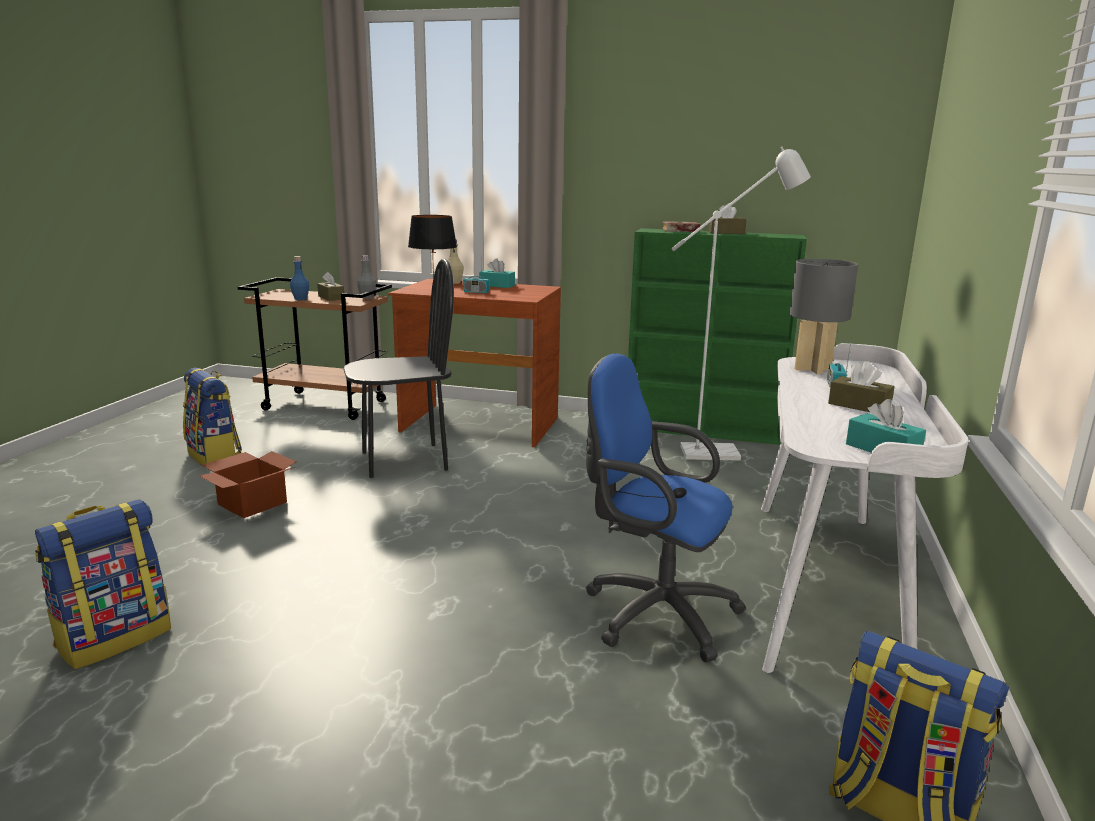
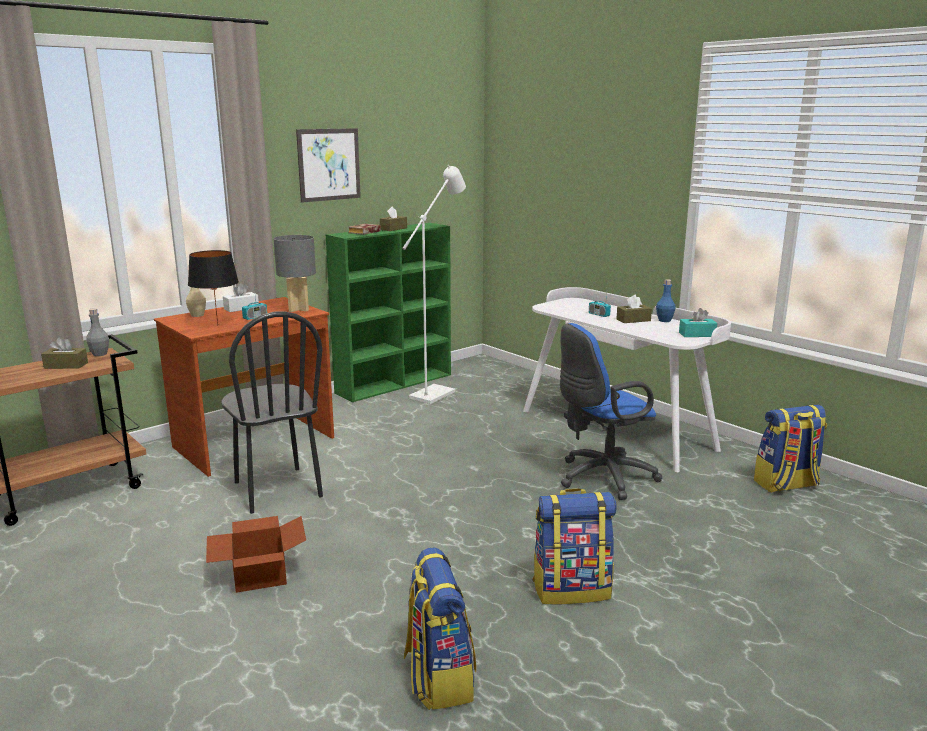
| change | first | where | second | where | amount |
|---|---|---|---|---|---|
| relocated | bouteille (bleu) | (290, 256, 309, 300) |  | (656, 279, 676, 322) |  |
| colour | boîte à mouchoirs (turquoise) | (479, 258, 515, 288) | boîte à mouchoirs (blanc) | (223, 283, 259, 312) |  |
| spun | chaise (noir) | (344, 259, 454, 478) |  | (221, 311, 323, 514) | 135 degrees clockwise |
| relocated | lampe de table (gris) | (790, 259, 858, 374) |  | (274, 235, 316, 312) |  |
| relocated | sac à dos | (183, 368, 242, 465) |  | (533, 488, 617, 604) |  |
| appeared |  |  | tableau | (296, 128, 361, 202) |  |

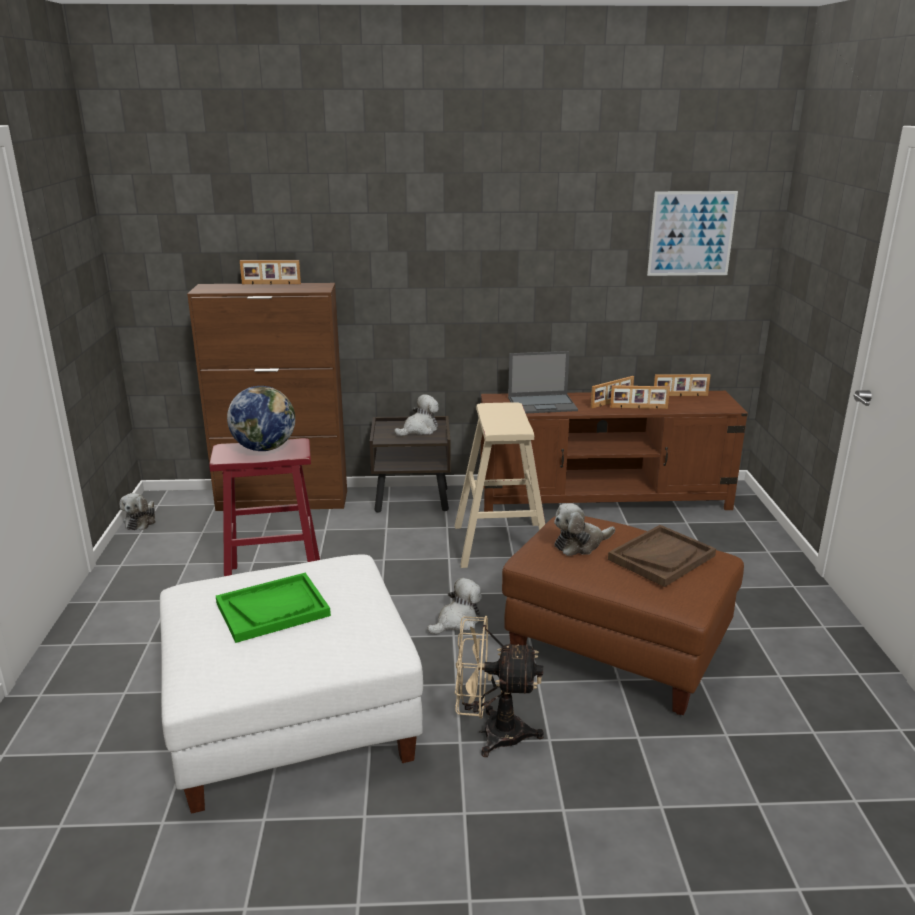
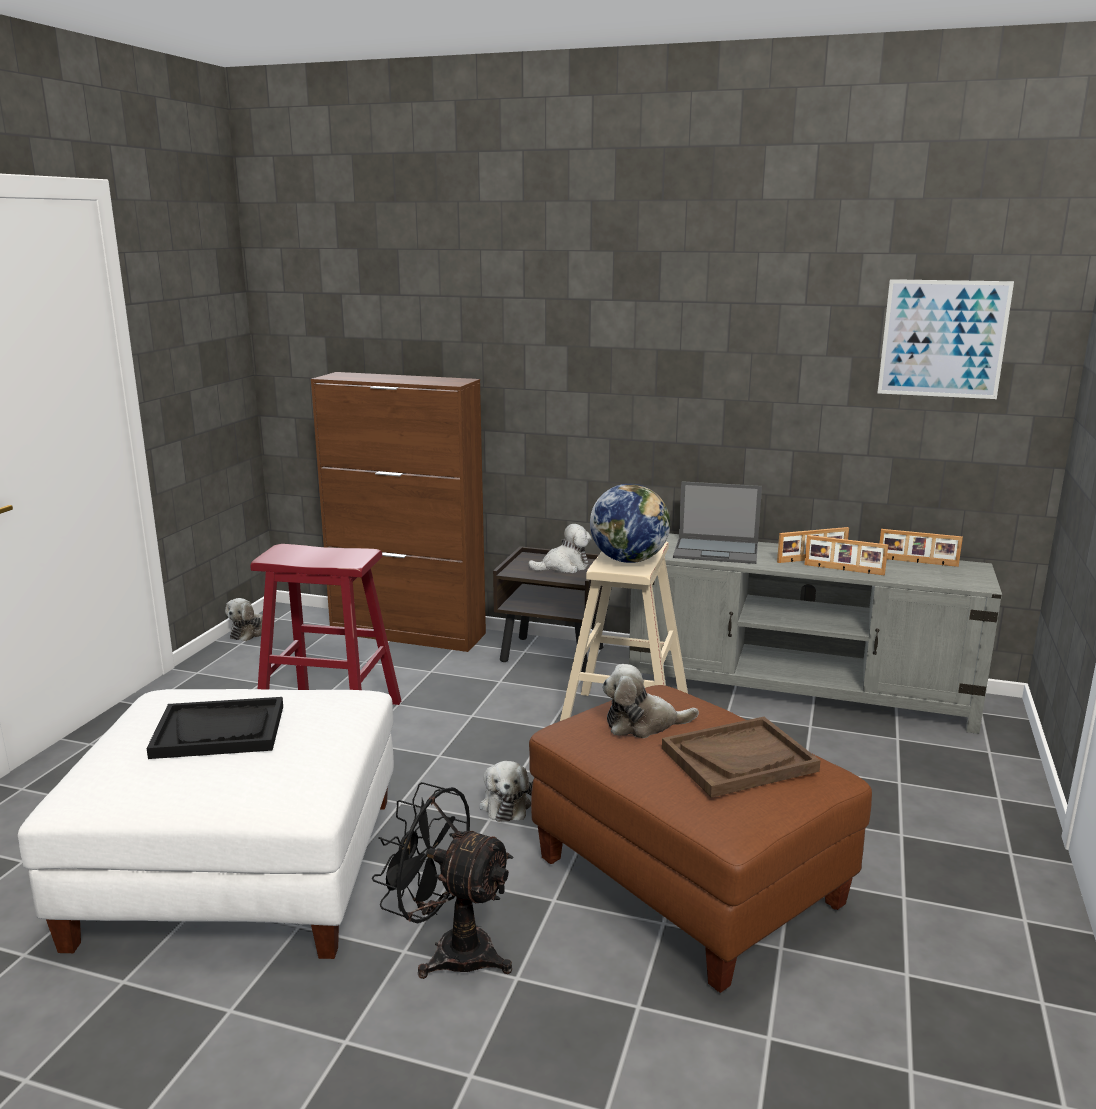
| change | first | where | second | where | amount |
|---|---|---|---|---|---|
| missing | cadre photo | (240, 260, 301, 284) |  |  |  |
| relocated | globe | (227, 386, 295, 451) |  | (590, 484, 670, 563) |  |
| colour | meuble télé (marron) | (480, 391, 748, 512) | meuble télé (gris) | (629, 533, 1002, 734) |  |
| colour | plateau (vert) | (216, 573, 331, 643) | plateau (noir) | (146, 697, 283, 759) |  |
| spun | peluche | (427, 578, 482, 634) |  | (479, 761, 533, 822) | 105 degrees clockwise |
| colour | ventilateur (beige) | (455, 616, 544, 757) | ventilateur (noir) | (372, 782, 514, 979) |  |

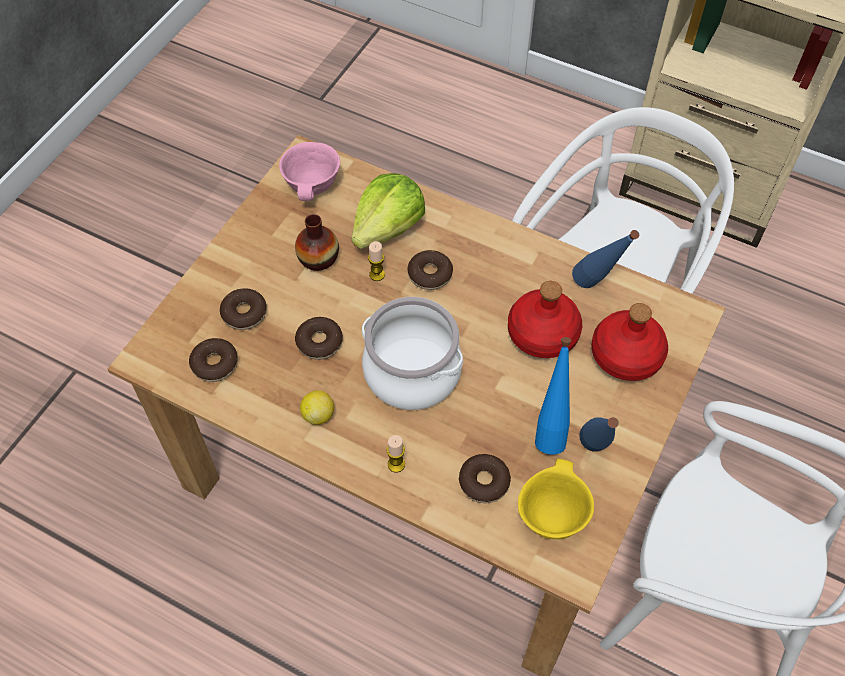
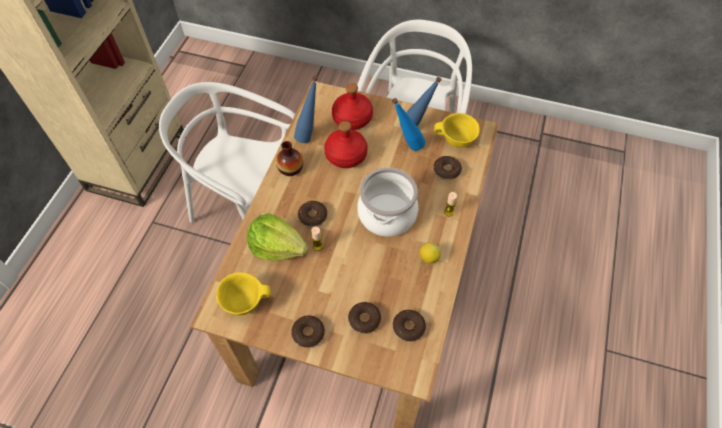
| change | first | where | second | where | amount |
|---|---|---|---|---|---|
| colour | bol (rose) | (279, 142, 340, 201) | bol (jaune) | (216, 272, 271, 316) |  |
| relocated | vase | (295, 214, 339, 271) |  | (276, 141, 303, 176) |  |
| relocated | beignet | (295, 317, 343, 360) |  | (291, 315, 325, 348) |  |

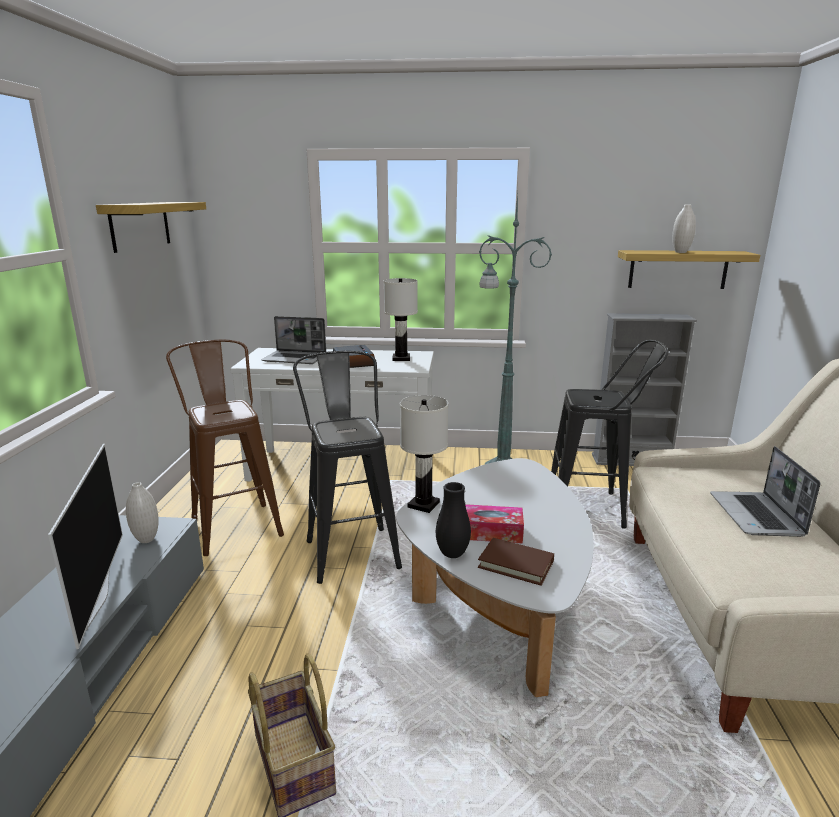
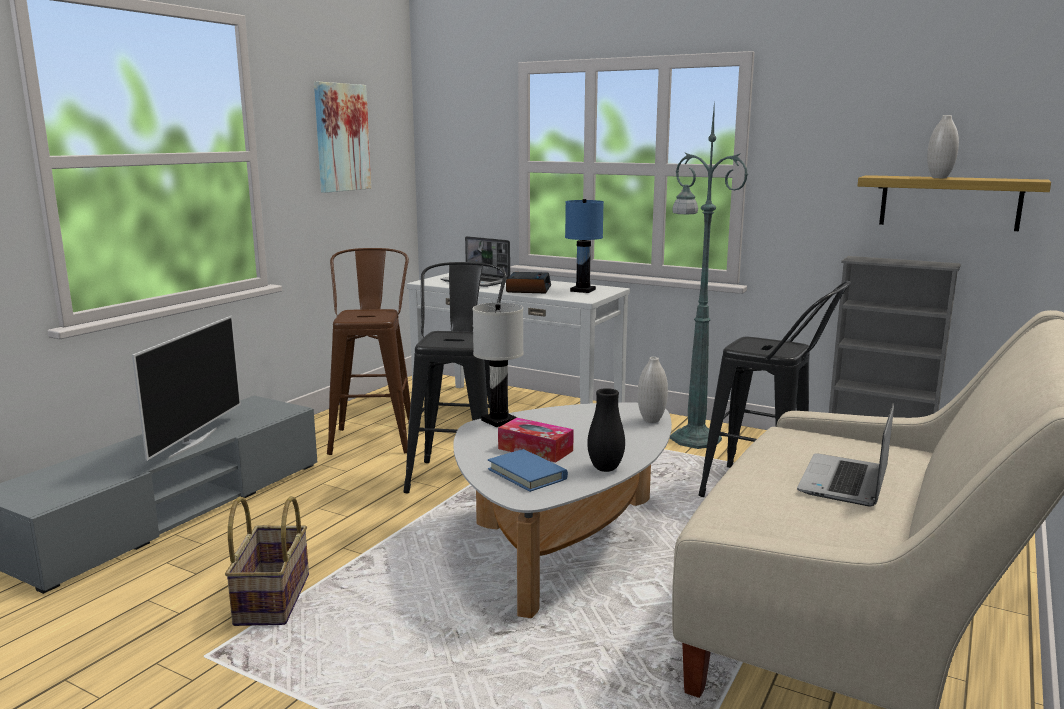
| change | first | where | second | where | amount |
|---|---|---|---|---|---|
| exchanged | étagère | (96, 202, 206, 253) | tableau | (314, 82, 371, 193) |  |
| colour | lampe de table (blanc) | (384, 278, 418, 361) | lampe de table (bleu) | (565, 199, 604, 293) |  |
| relocated | vase (blanc) | (126, 482, 159, 543) |  | (638, 357, 668, 423) |  |
| relocated | vase (noir) | (436, 482, 471, 558) |  | (587, 388, 625, 472) |  |
| colour | livre (marron) | (478, 538, 554, 586) | livre (bleu) | (488, 449, 568, 492) |  |

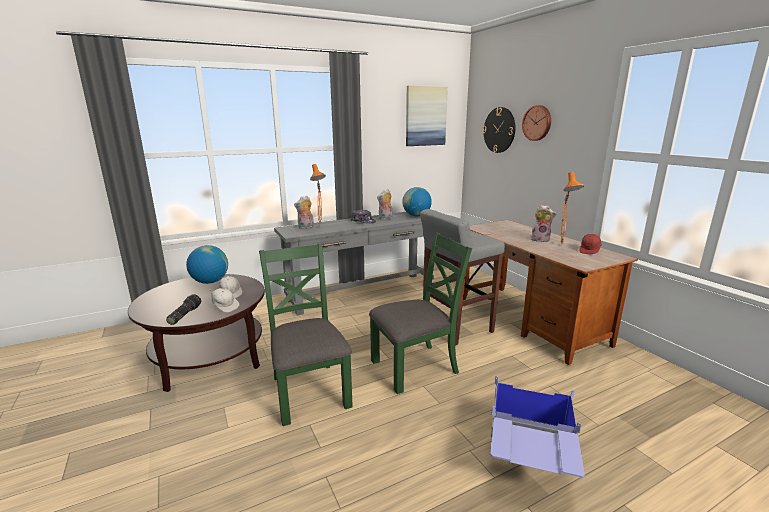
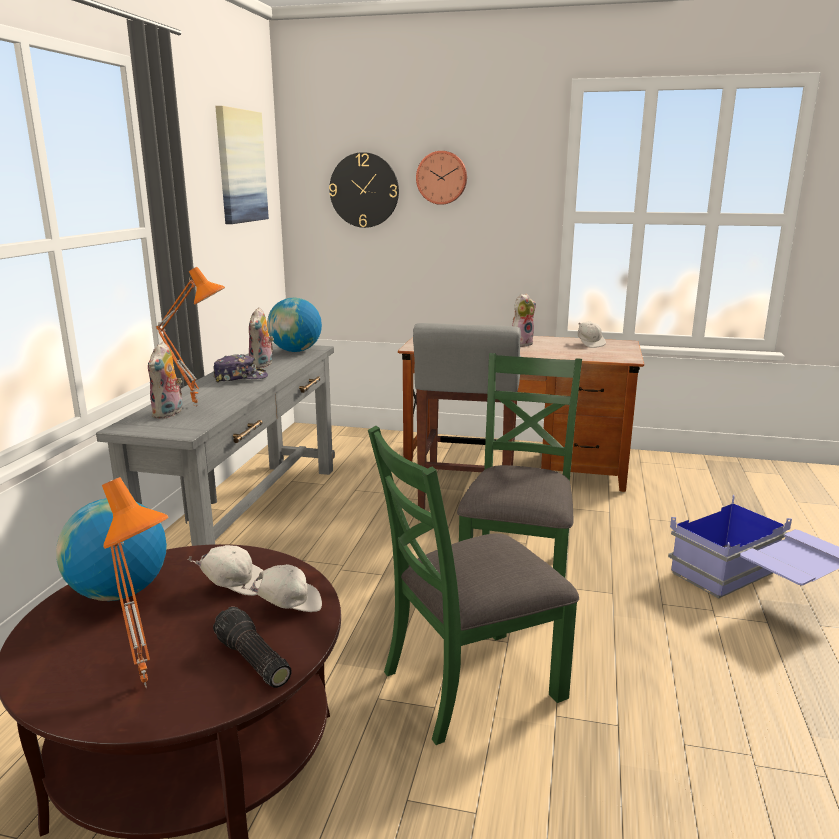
| change | first | where | second | where | amount |
|---|---|---|---|---|---|
| relocated | lampe de table (orange) | (561, 172, 584, 244) |  | (102, 477, 169, 688) |  |
| colour | casquette (rouge) | (580, 234, 602, 254) | casquette (blanc) | (578, 321, 606, 348) |  |
| spun | chaise (vert) | (259, 243, 353, 426) |  | (368, 426, 579, 745) | 45 degrees counterclockwise |

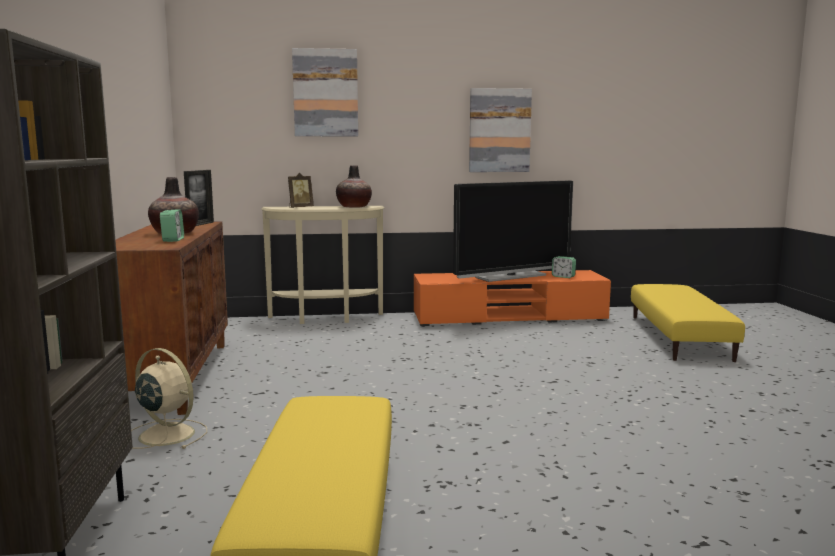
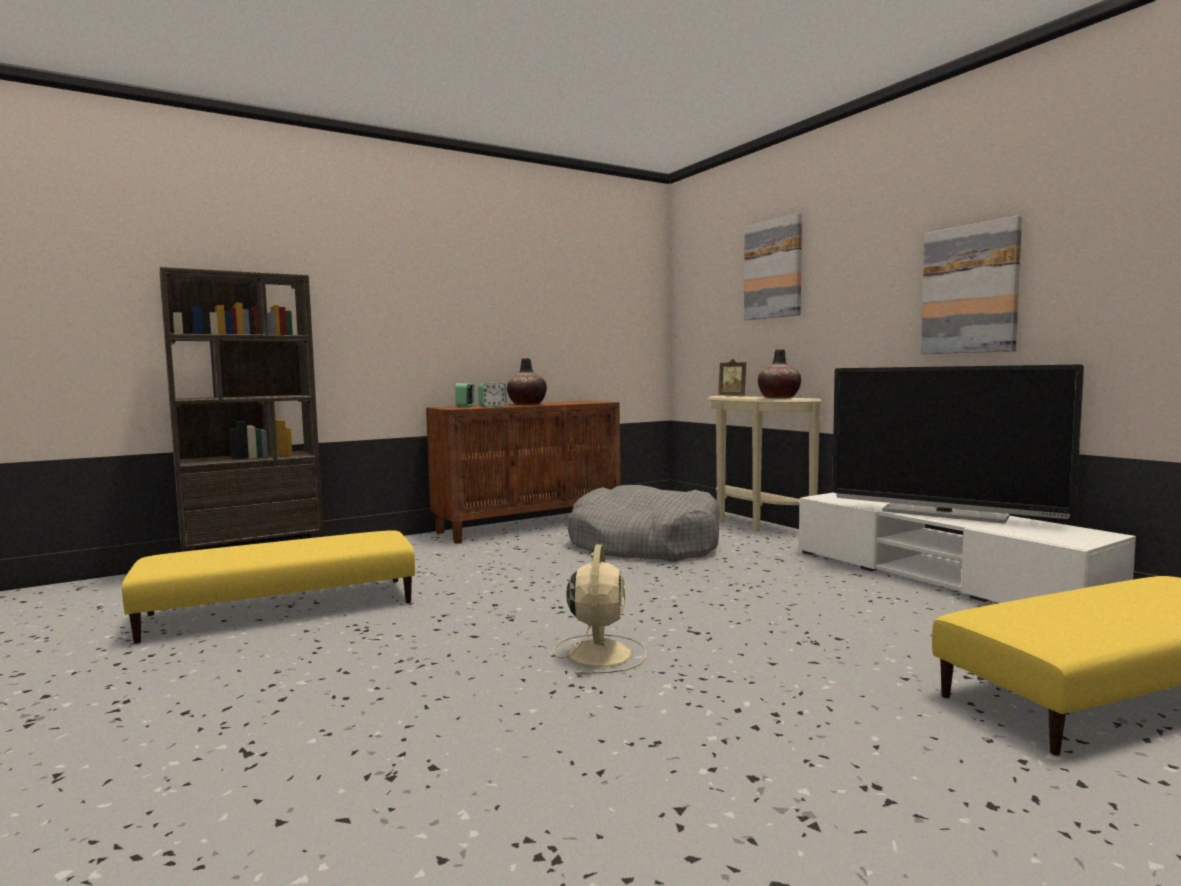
| change | first | where | second | where | amount |
|---|---|---|---|---|---|
| missing | cadre photo | (184, 170, 214, 226) |  |  |  |
| relocated | réveil | (552, 256, 576, 278) |  | (455, 383, 475, 407) |  |
| colour | meuble télé (orange) | (414, 270, 611, 326) | meuble télé (blanc) | (799, 493, 1136, 603) |  |
| relocated | ventilateur (beige) | (131, 348, 207, 449) |  | (553, 544, 646, 675) |  |
| appeared |  |  | panier pour chien (gris) | (567, 485, 720, 562) |  |

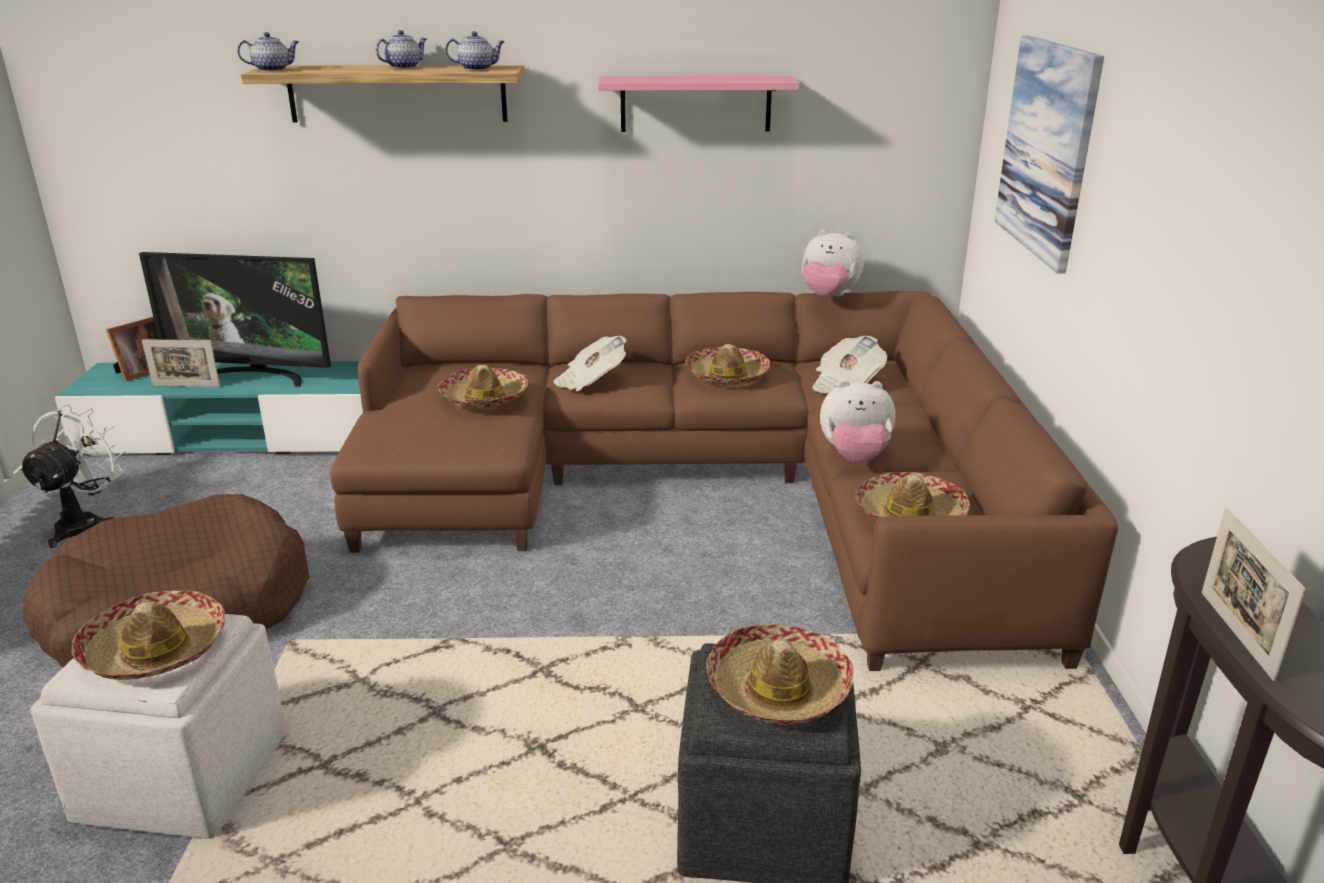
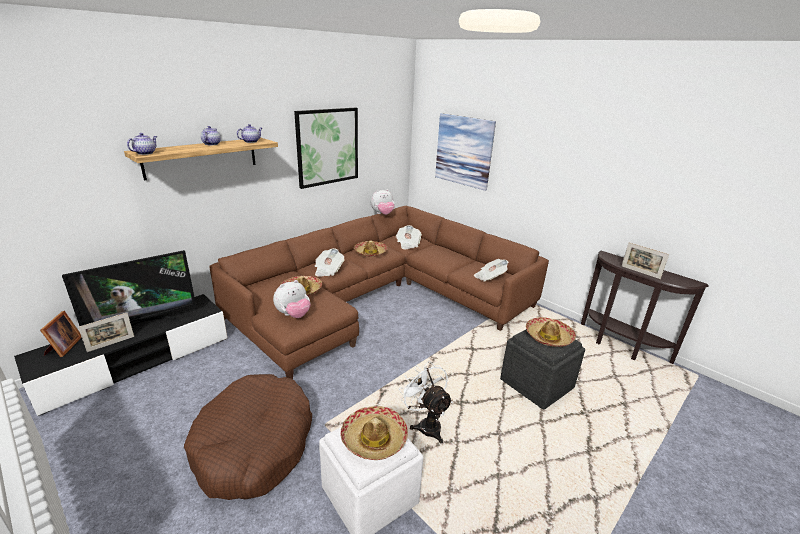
| change | first | where | second | where | amount |
|---|---|---|---|---|---|
| exchanged | étagère (rose) | (598, 76, 799, 132) | tableau | (294, 108, 358, 189) |  |
| colour | meuble télé (turquoise) | (55, 361, 363, 455) | meuble télé (noir) | (14, 294, 227, 416) |  |
| relocated | peluche | (820, 380, 895, 463) |  | (273, 280, 311, 318) |  |
| relocated | ventilateur (blanc) | (19, 404, 126, 548) |  | (399, 361, 453, 443) |  |
| exchanged | chapeau | (855, 472, 970, 520) | journal | (474, 259, 509, 282) |  |

